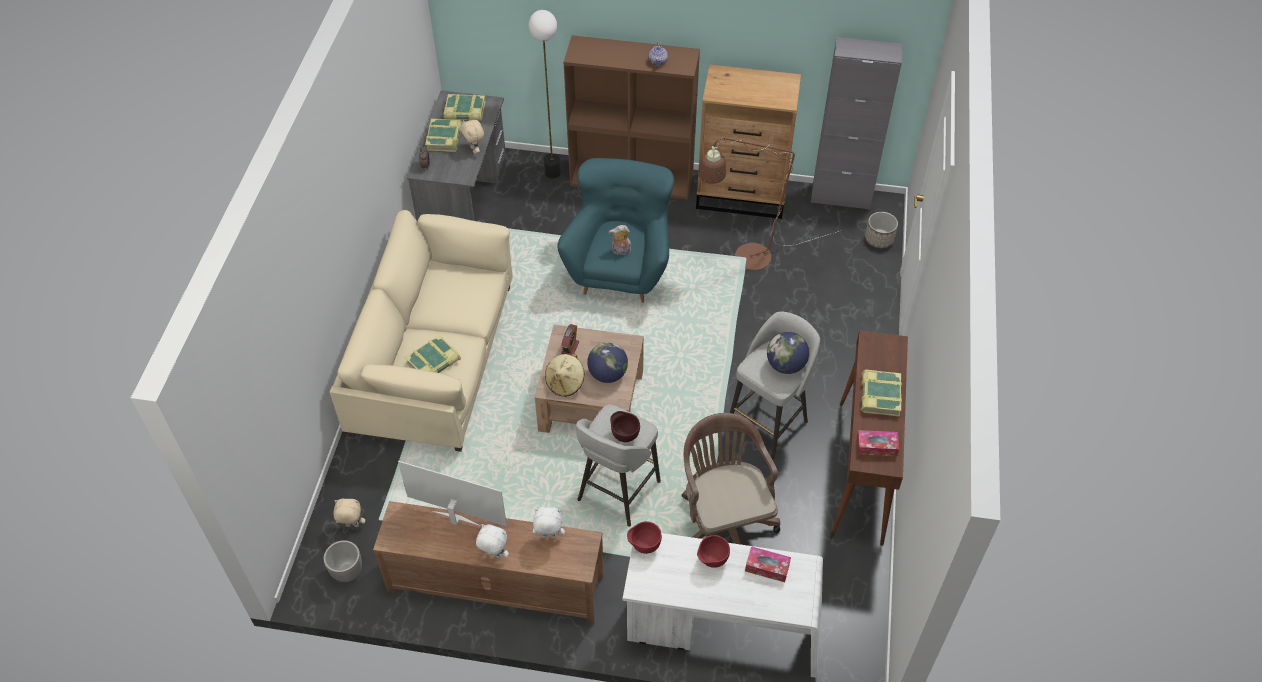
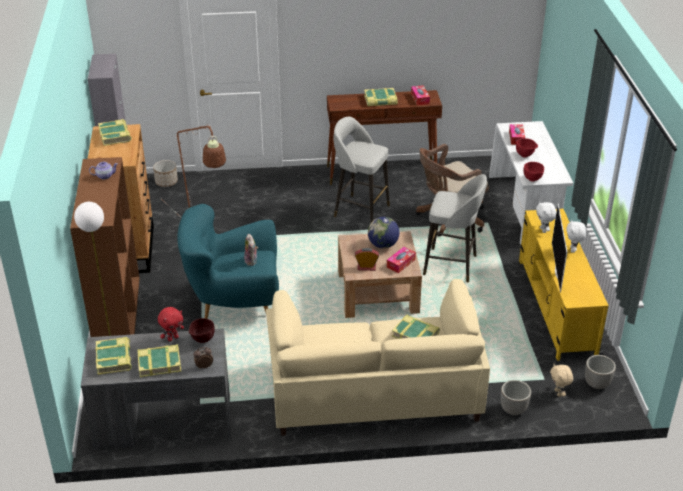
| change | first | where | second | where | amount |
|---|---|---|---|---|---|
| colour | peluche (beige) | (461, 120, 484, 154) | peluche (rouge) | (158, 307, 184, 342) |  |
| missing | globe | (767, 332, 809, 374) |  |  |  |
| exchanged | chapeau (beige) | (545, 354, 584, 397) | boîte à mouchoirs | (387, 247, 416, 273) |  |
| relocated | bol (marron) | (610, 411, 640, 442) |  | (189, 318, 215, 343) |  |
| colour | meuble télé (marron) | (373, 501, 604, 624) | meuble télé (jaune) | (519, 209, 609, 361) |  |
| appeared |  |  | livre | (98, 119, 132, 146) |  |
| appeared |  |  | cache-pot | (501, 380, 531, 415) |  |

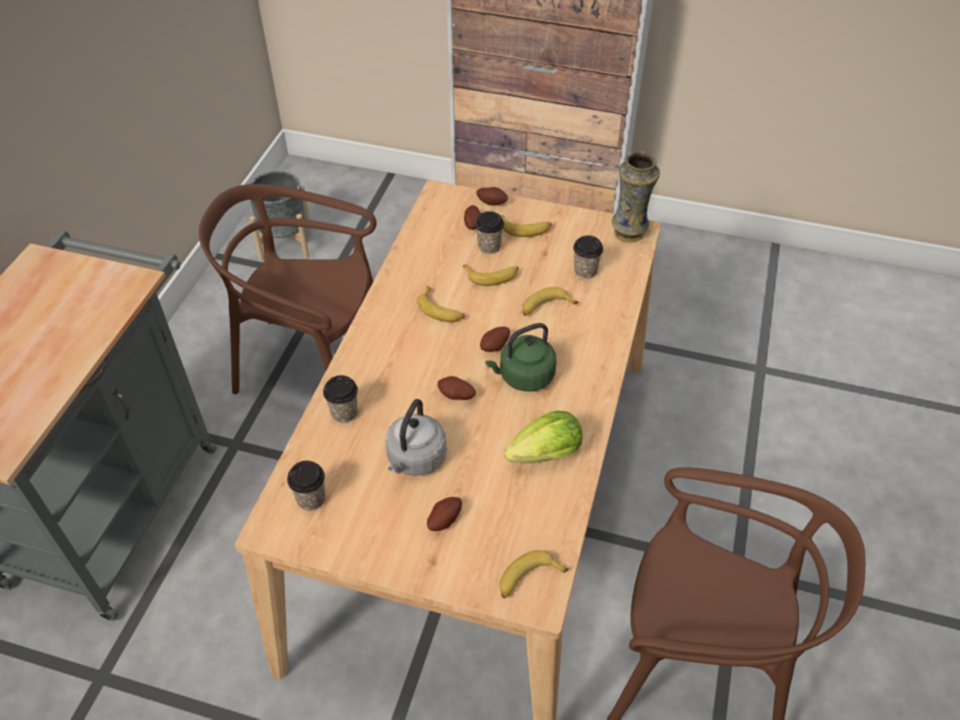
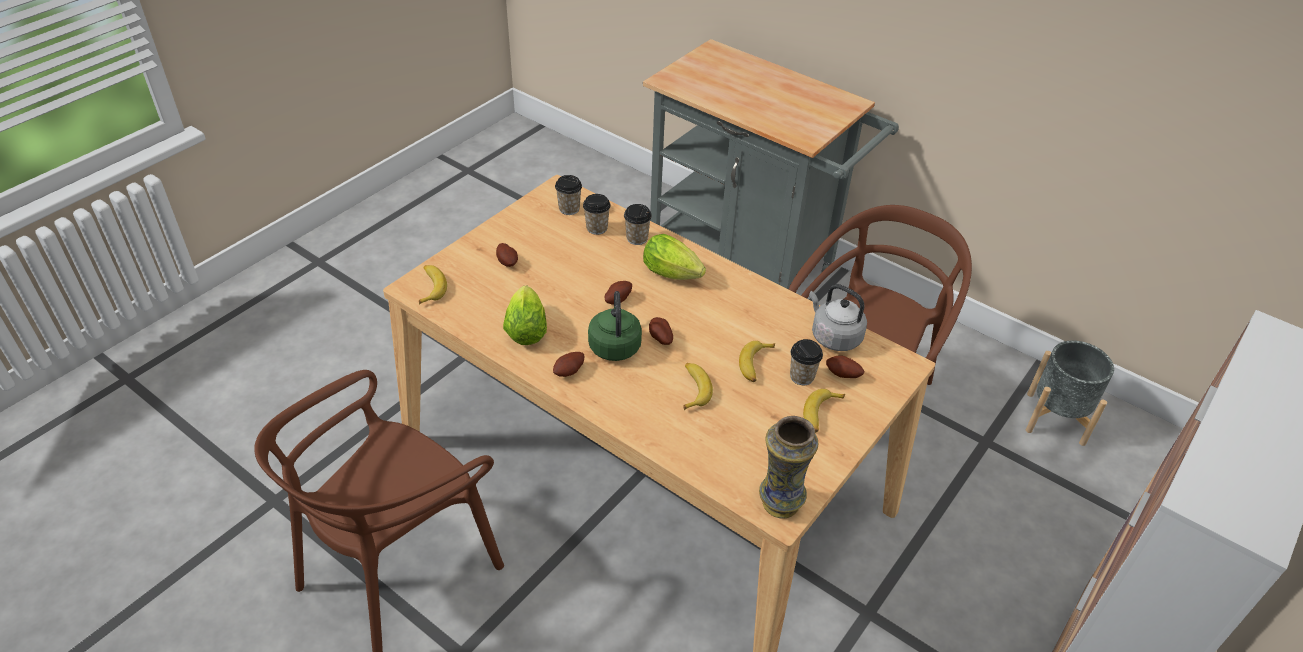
| change | first | where | second | where | amount |
|---|---|---|---|---|---|
| relocated | pomme de terre | (476, 187, 508, 206) |  | (553, 352, 585, 377) |  |
| relocated | tasse | (573, 235, 603, 279) |  | (583, 194, 611, 235) |  |
| missing | banane | (417, 286, 465, 322) |  |  |  |
| relocated | bouilloire (gris) | (385, 399, 447, 476) |  | (809, 284, 867, 351) |  |
| appeared |  |  | laitue | (643, 234, 706, 280) |  |

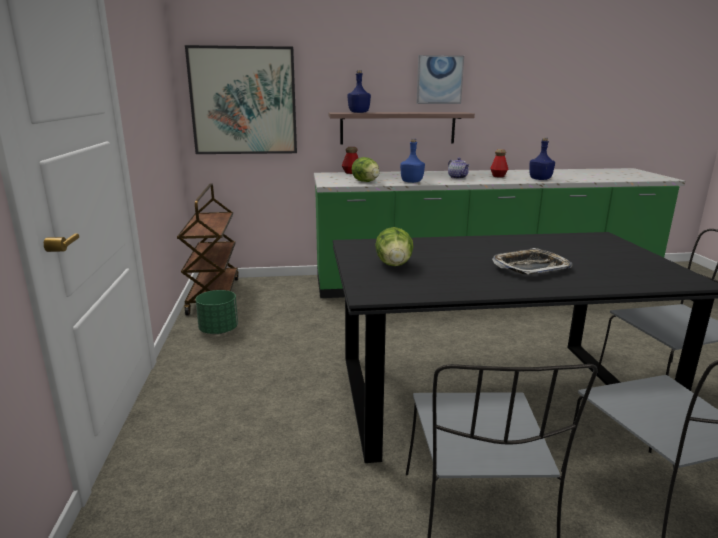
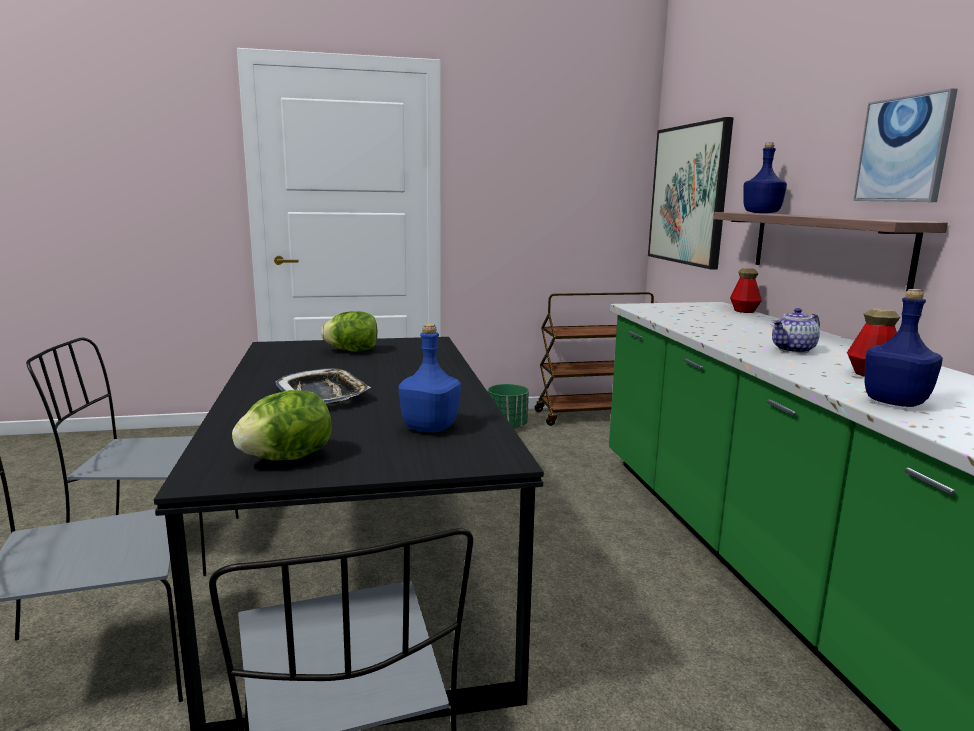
| change | first | where | second | where | amount |
|---|---|---|---|---|---|
| relocated | bouteille (bleu) | (400, 139, 425, 183) |  | (399, 324, 461, 432) |  |
| relocated | laitue | (351, 157, 380, 182) |  | (232, 390, 332, 461) |  |

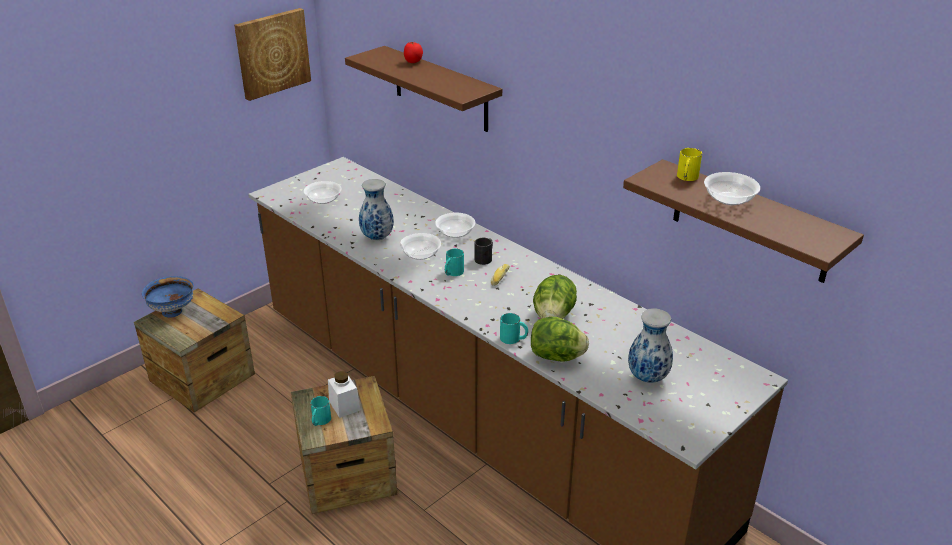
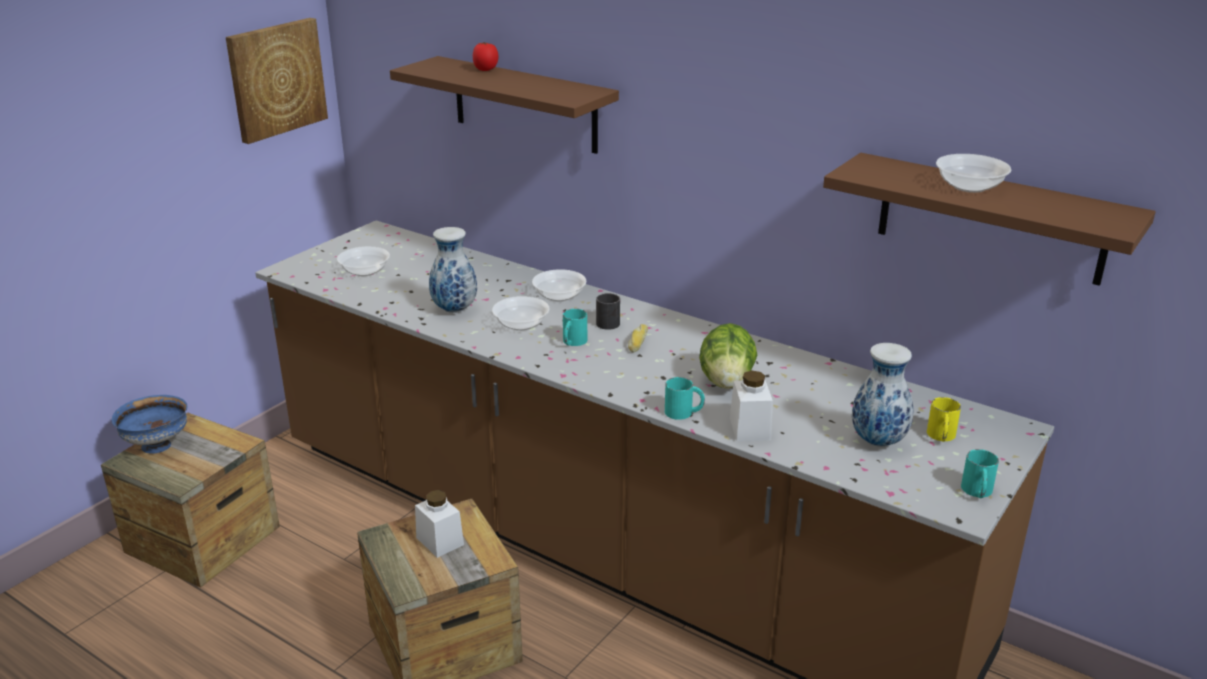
| change | first | where | second | where | amount |
|---|---|---|---|---|---|
| relocated | mug (jaune) | (677, 148, 702, 181) |  | (927, 397, 961, 442) |  |
| exchanged | laitue | (531, 317, 589, 362) | bocal (blanc) | (730, 371, 773, 442) |  |
| relocated | mug (turquoise) | (311, 396, 331, 426) |  | (961, 449, 999, 498) |  |

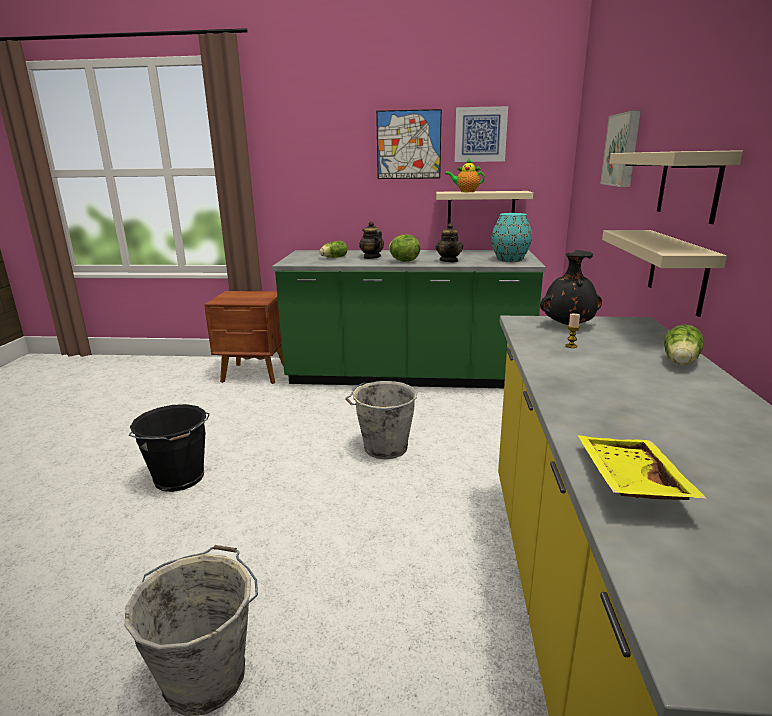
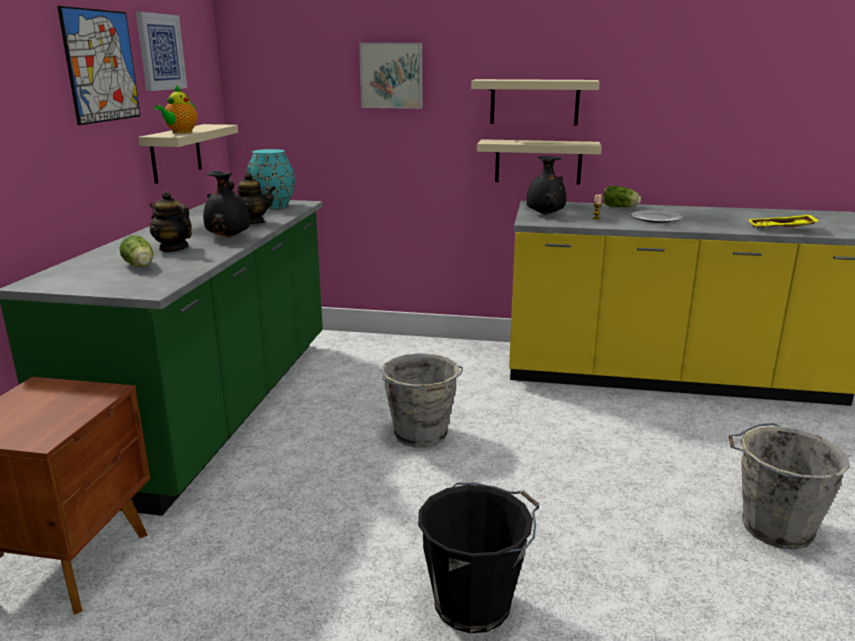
| change | first | where | second | where | amount |
|---|---|---|---|---|---|
| spun | théière | (359, 221, 384, 259) |  | (149, 191, 192, 252) | 60 degrees clockwise |
| exchanged | laitue | (388, 234, 420, 262) | vase (noir) | (203, 171, 250, 238) |  |
| appeared |  |  | assiette | (631, 211, 681, 223) |  |

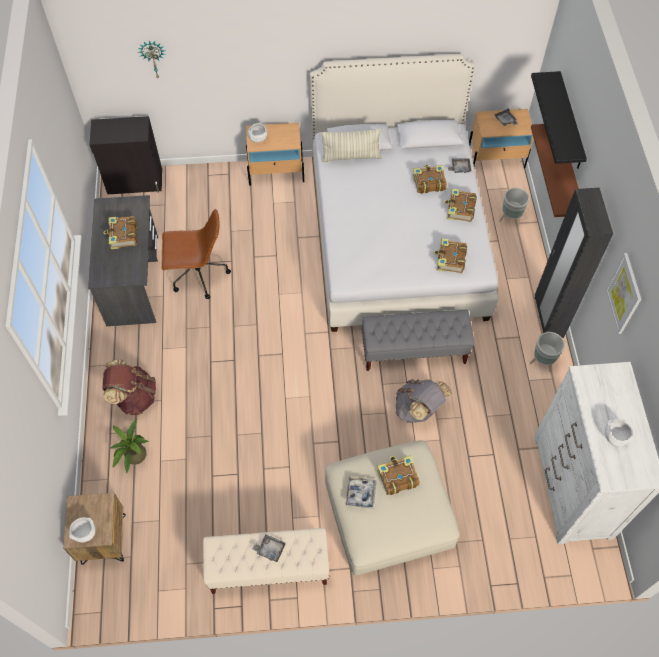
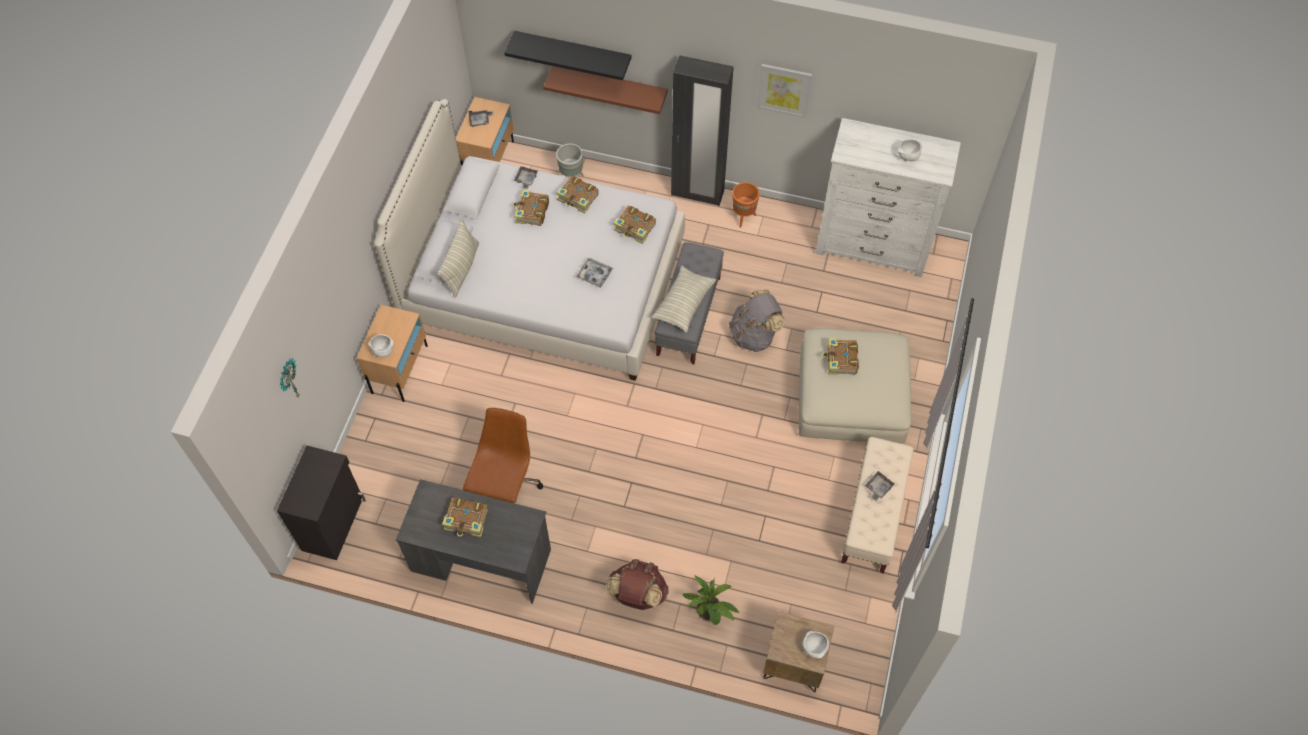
| change | first | where | second | where | amount |
|---|---|---|---|---|---|
| colour | cache-pot (gris) | (530, 332, 565, 372) | cache-pot (orange) | (732, 182, 760, 228) |  |
| relocated | plateau | (345, 477, 377, 509) |  | (576, 258, 613, 288) |  |
| appeared |  |  | coussin | (652, 266, 716, 333) |  |

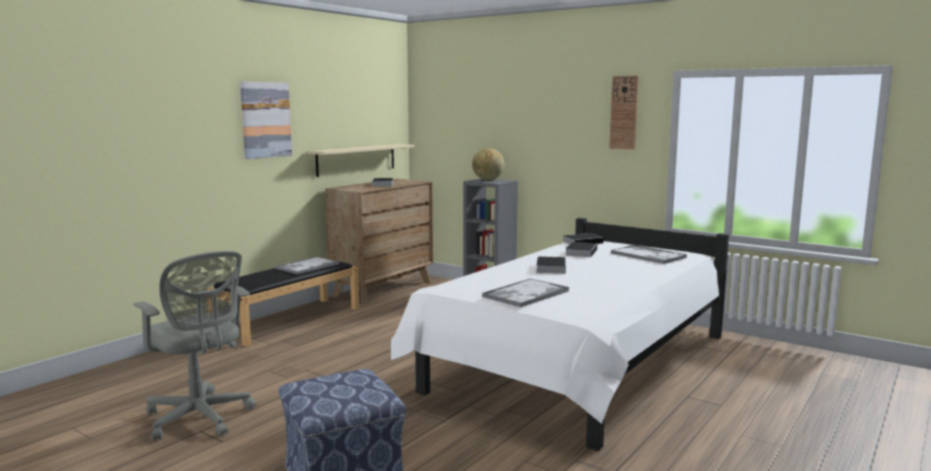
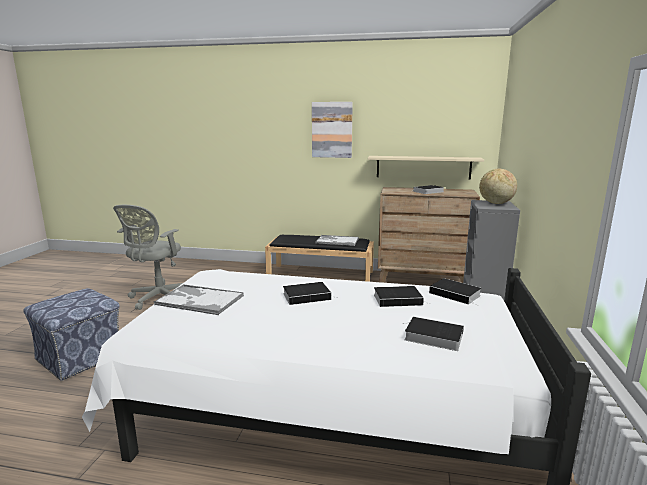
| change | first | where | second | where | amount |
|---|---|---|---|---|---|
| missing | horloge murale | (609, 76, 639, 150) |  |  |  |
| exchanged | plateau | (611, 245, 687, 264) | livre | (403, 316, 464, 351) |  |

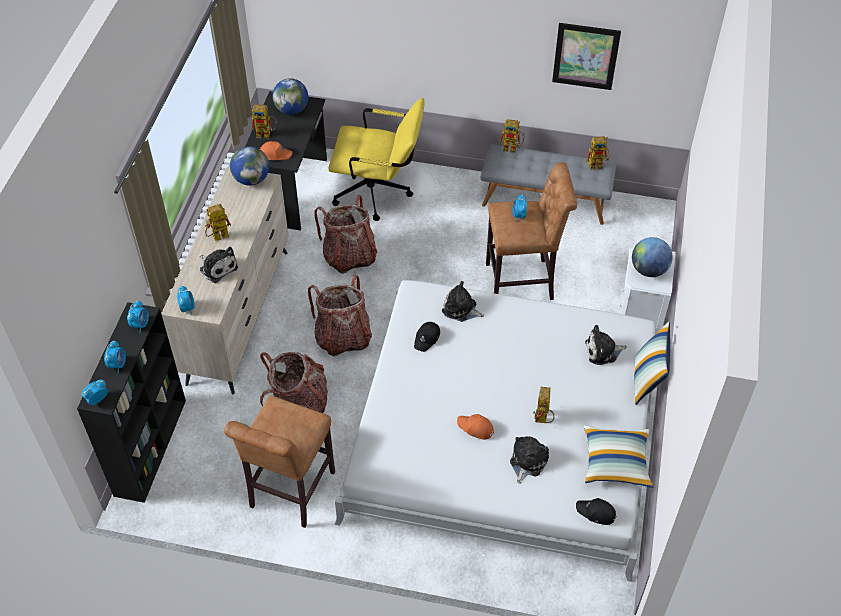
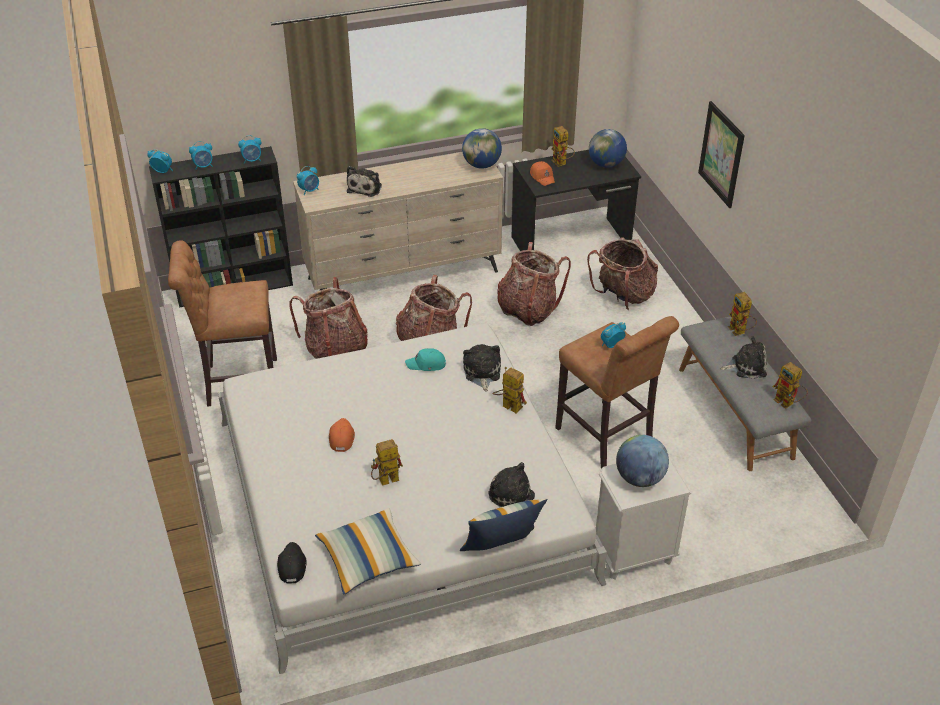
| change | first | where | second | where | amount |
|---|---|---|---|---|---|
| relocated | tableau | (552, 23, 621, 90) |  | (698, 101, 745, 208) |  |
| exchanged | chaise de bureau (jaune) | (329, 98, 425, 221) | sac à dos | (587, 237, 658, 310) |  |
| relocated | robot jouet | (205, 204, 231, 241) |  | (493, 367, 527, 414) |  |
| colour | casquette (noir) | (414, 322, 440, 352) | casquette (turquoise) | (405, 348, 446, 371) |  |
| relocated | peluche | (510, 436, 549, 484) |  | (720, 336, 767, 379) |  |

